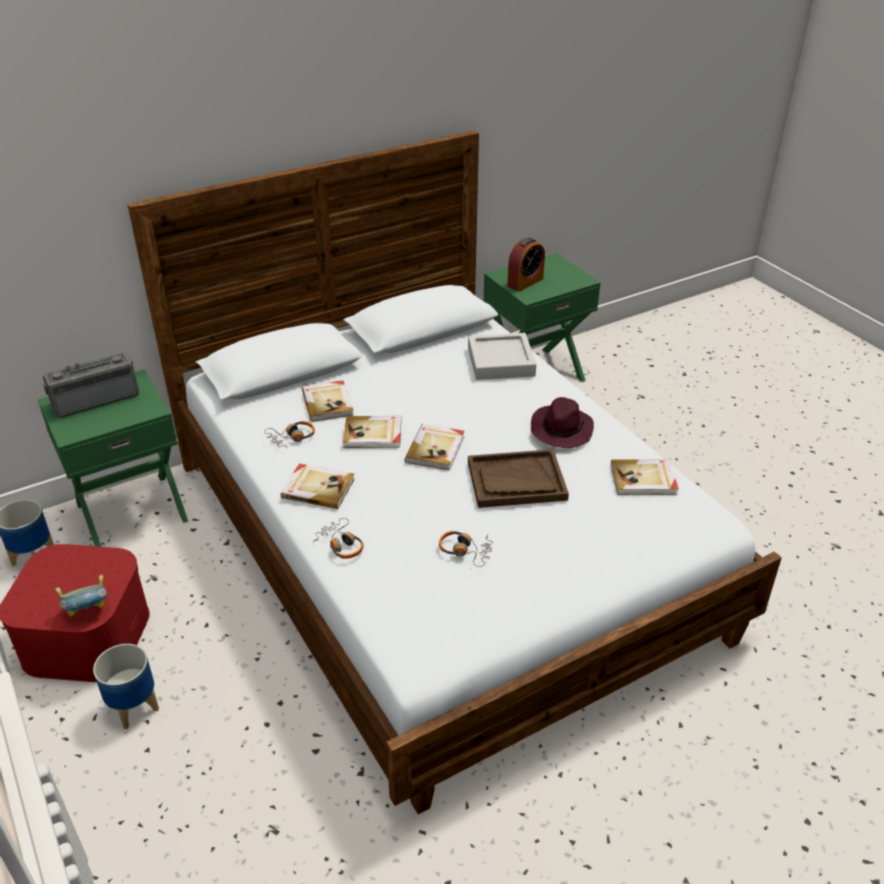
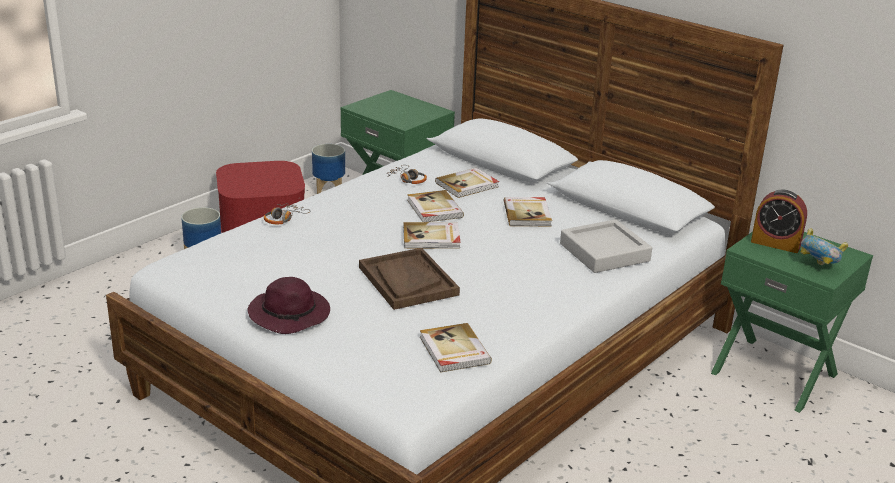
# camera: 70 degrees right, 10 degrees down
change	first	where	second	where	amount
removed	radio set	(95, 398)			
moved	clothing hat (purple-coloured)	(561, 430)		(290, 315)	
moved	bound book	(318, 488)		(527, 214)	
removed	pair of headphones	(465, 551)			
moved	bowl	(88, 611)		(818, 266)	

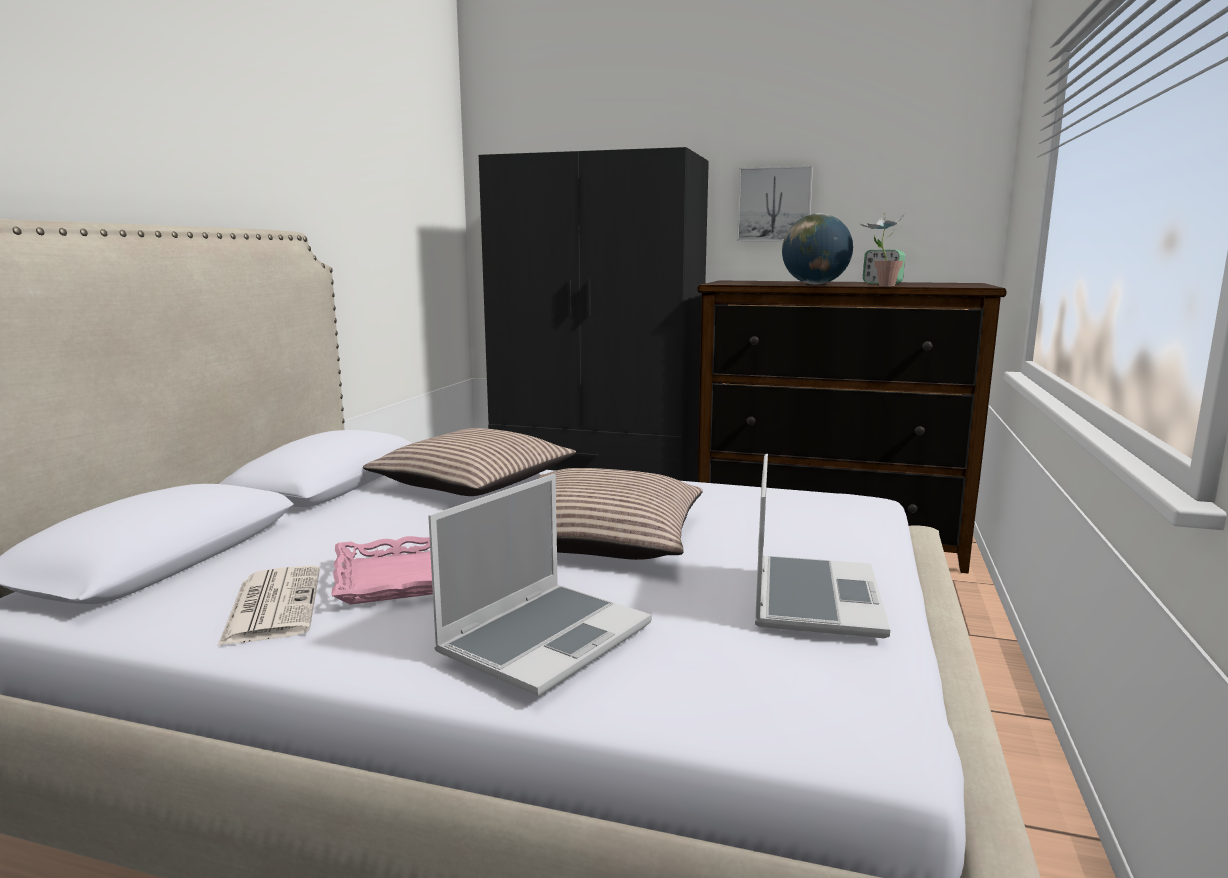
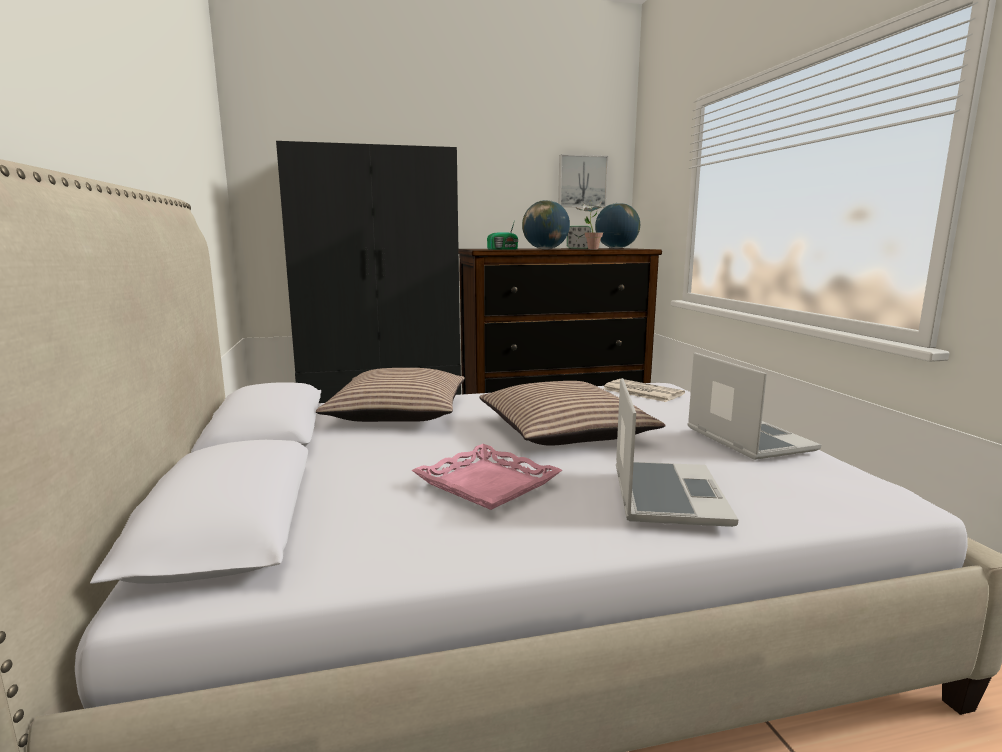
# camera: 30 degrees left, 0 degrees up
change	first	where	second	where	amount
moved	wall art	(774, 204)		(582, 181)	
moved	printed paper	(272, 605)		(641, 391)	
added			globe	(616, 248)	
added			radio set	(503, 249)	

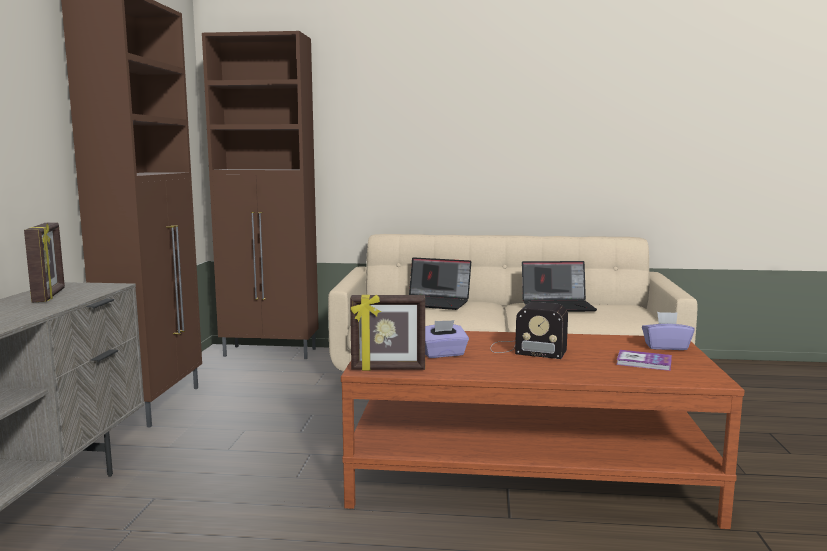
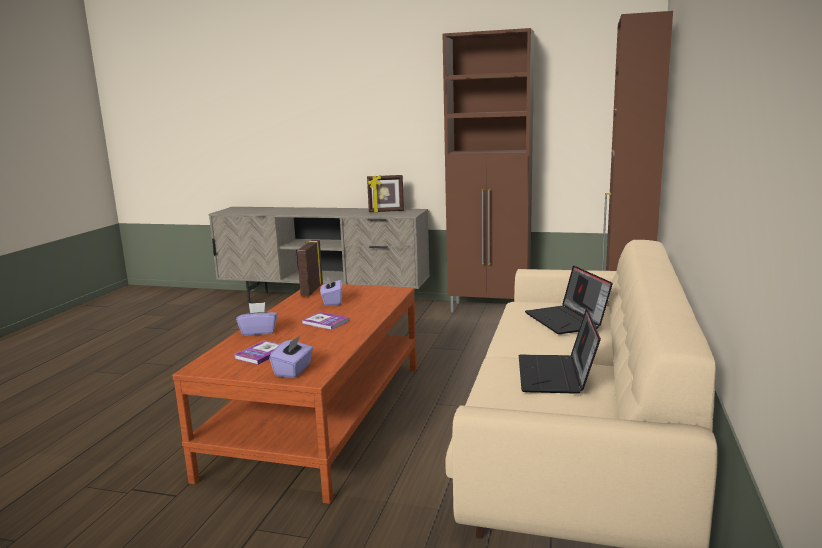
# camera: 100 degrees right, 5 degrees up
change	first	where	second	where	amount
turned	laptop	(435, 302)		(567, 320)	45 degrees counterclockwise
replaced	radio set	(524, 349)	bound book	(325, 322)	
added			tissue box (purple-coloured)	(259, 331)	

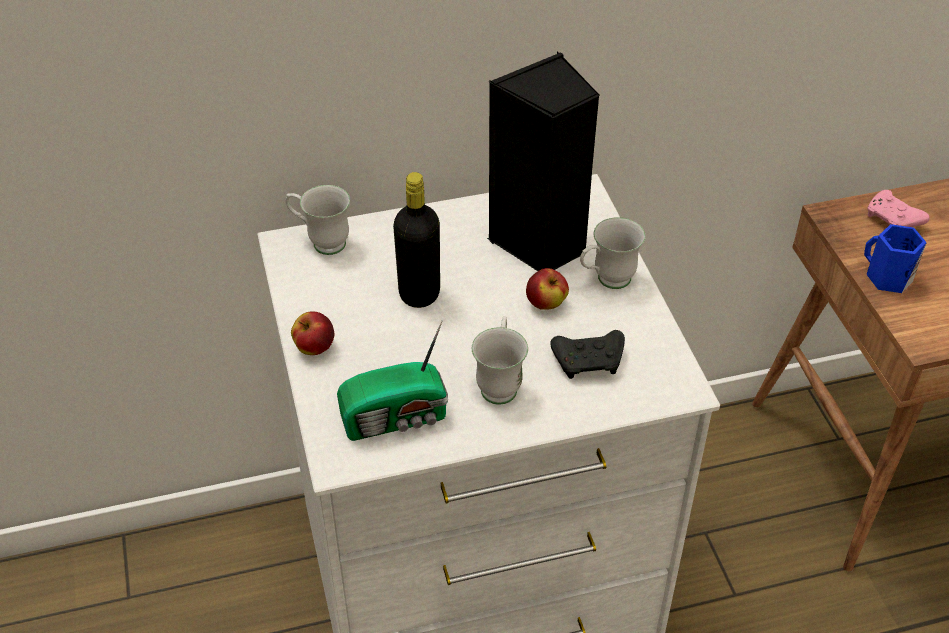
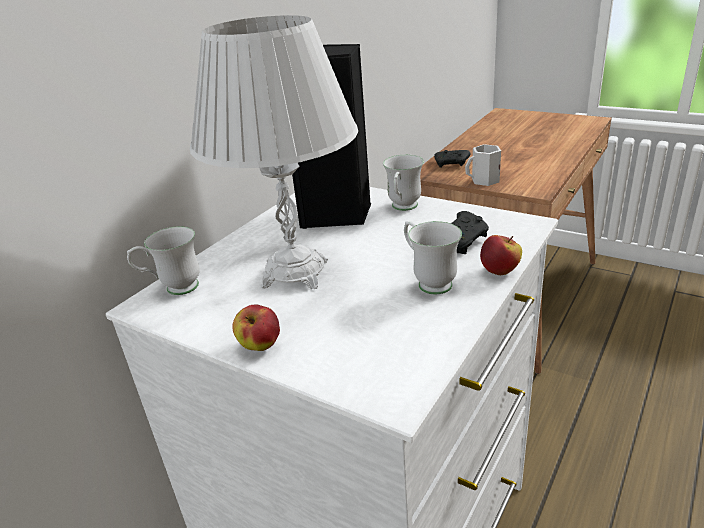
# camera: 40 degrees left, 15 degrees down
change	first	where	second	where	amount
replaced	beverage bottle (blackish)	(419, 294)	table lamp (whitish)	(295, 273)	
recoloured	game controller (pink-coloured)	(893, 220)	game controller (blackish)	(452, 164)	
recoloured	mug (blue-coloured)	(887, 277)	mug (whitish)	(484, 180)	
moved	whole apple	(546, 304)		(500, 271)	
removed	radio set	(397, 418)			

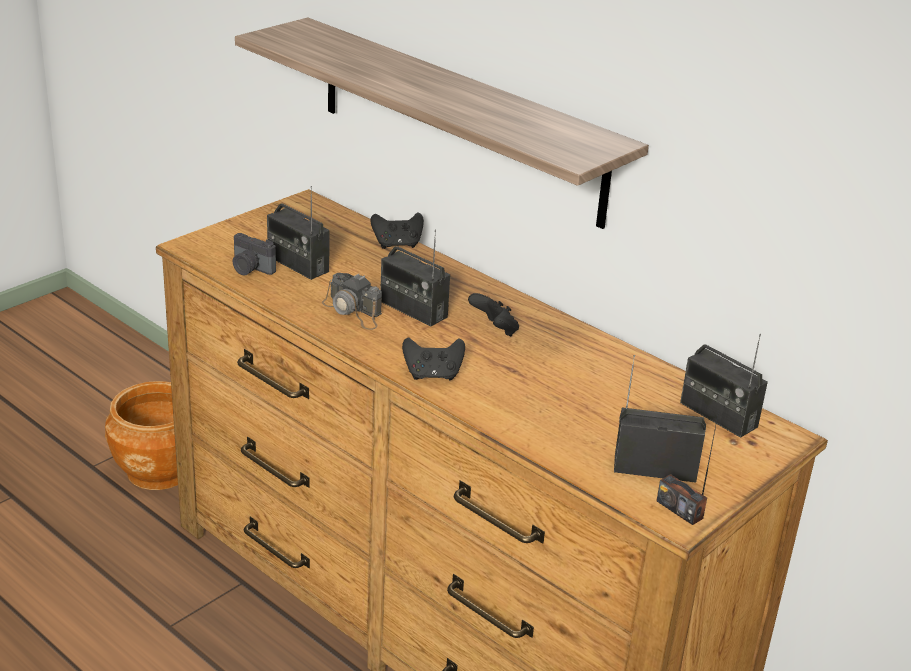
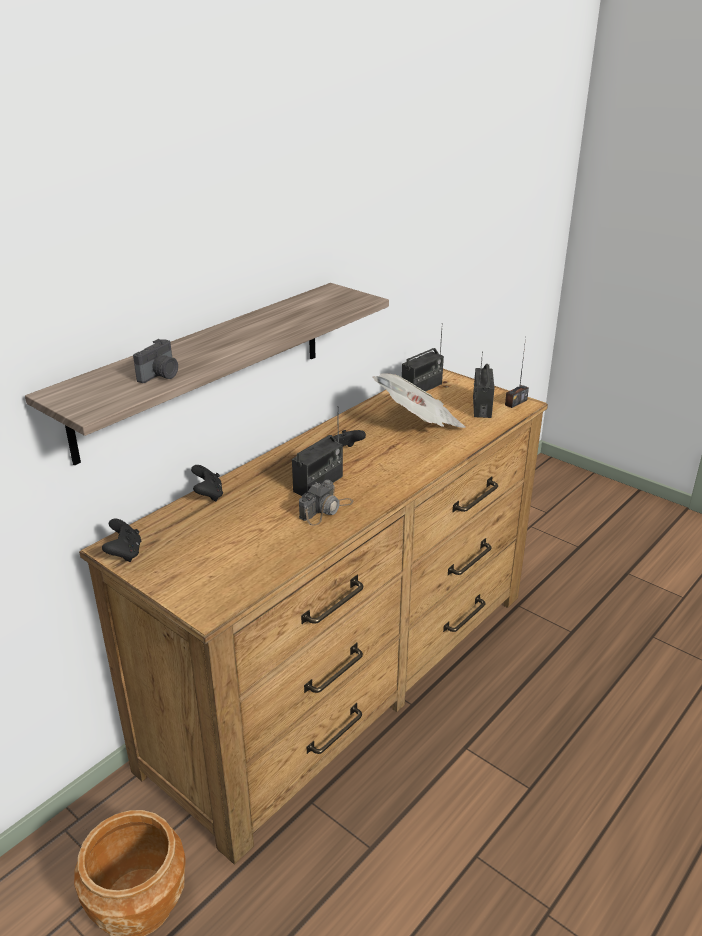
# camera: 90 degrees left, 0 degrees up
change	first	where	second	where	amount
removed	radio set	(297, 264)			
moved	photo camera	(250, 269)		(160, 375)	
moved	game controller (blackish)	(432, 375)		(125, 553)	
added			printed paper	(419, 423)	

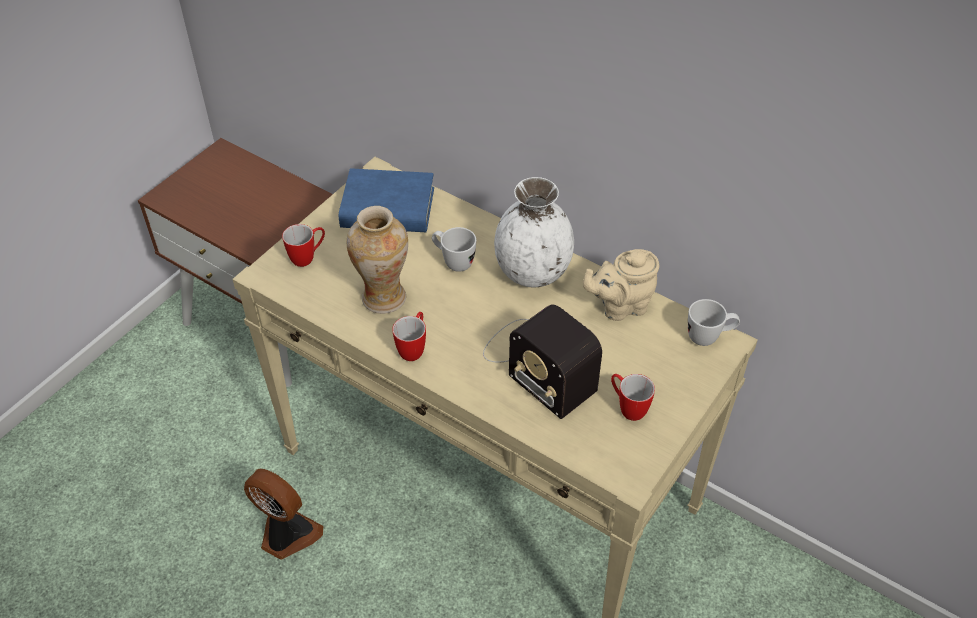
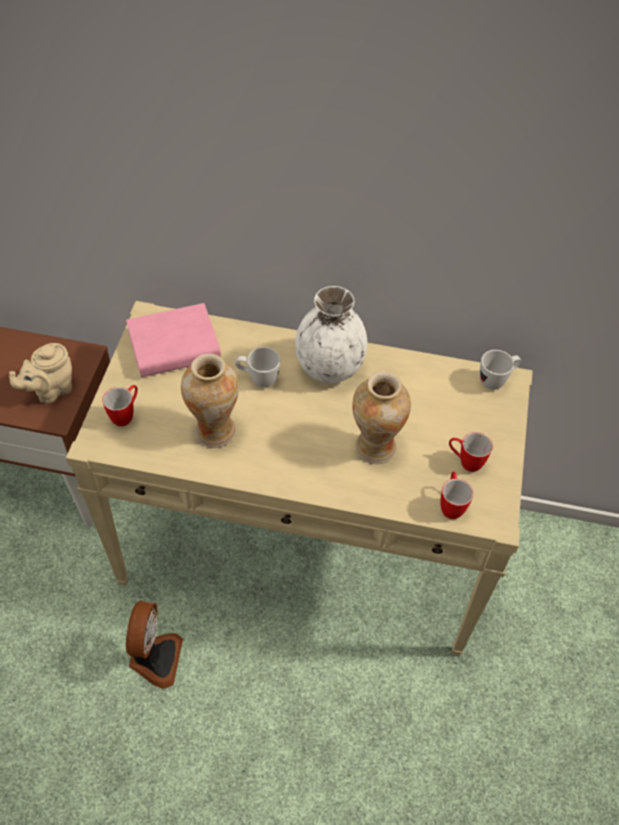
# camera: 25 degrees left, 5 degrees up
change	first	where	second	where	amount
recoloured	bound book (blue-coloured)	(388, 208)	bound book (pink-coloured)	(174, 346)	
moved	tea pot (beige-coloured)	(620, 306)		(50, 390)	
replaced	radio set	(537, 363)	flower vase	(375, 447)	
moved	mug	(414, 348)		(451, 505)	
turned	cooling fan	(286, 535)		(154, 658)	90 degrees clockwise

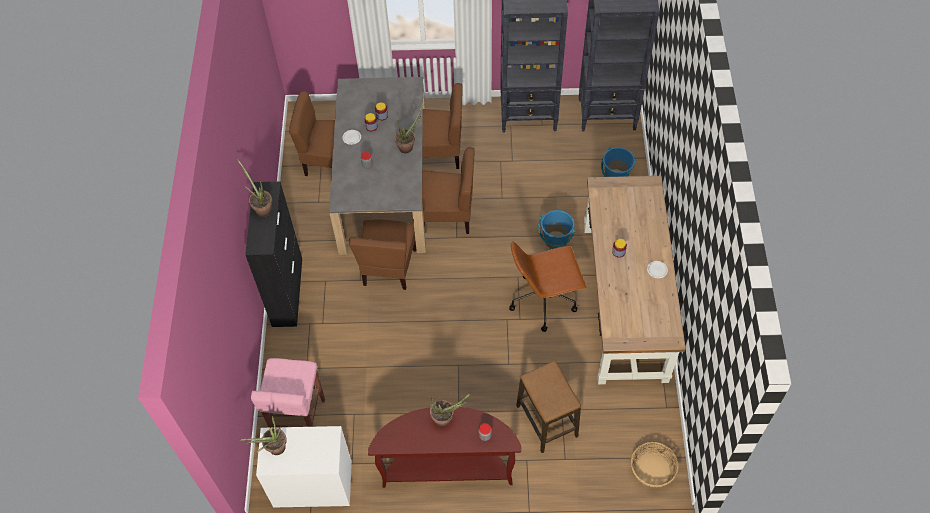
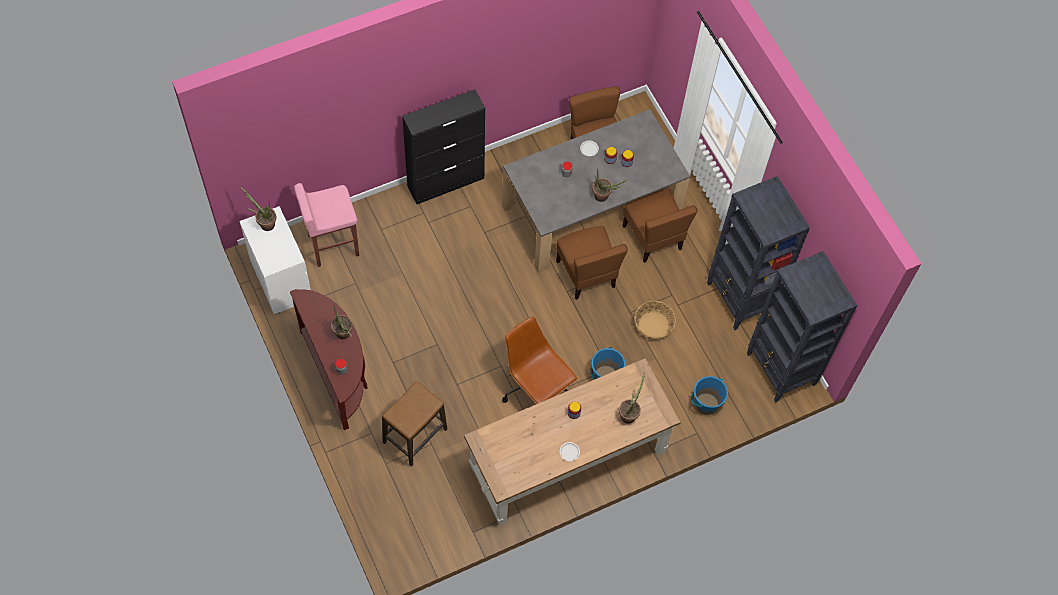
# camera: 60 degrees right, 5 degrees up
change	first	where	second	where	amount
moved	potted plant	(261, 208)		(629, 413)	
removed	chair (brownish)	(388, 267)			
moved	household basket	(652, 469)		(654, 325)	

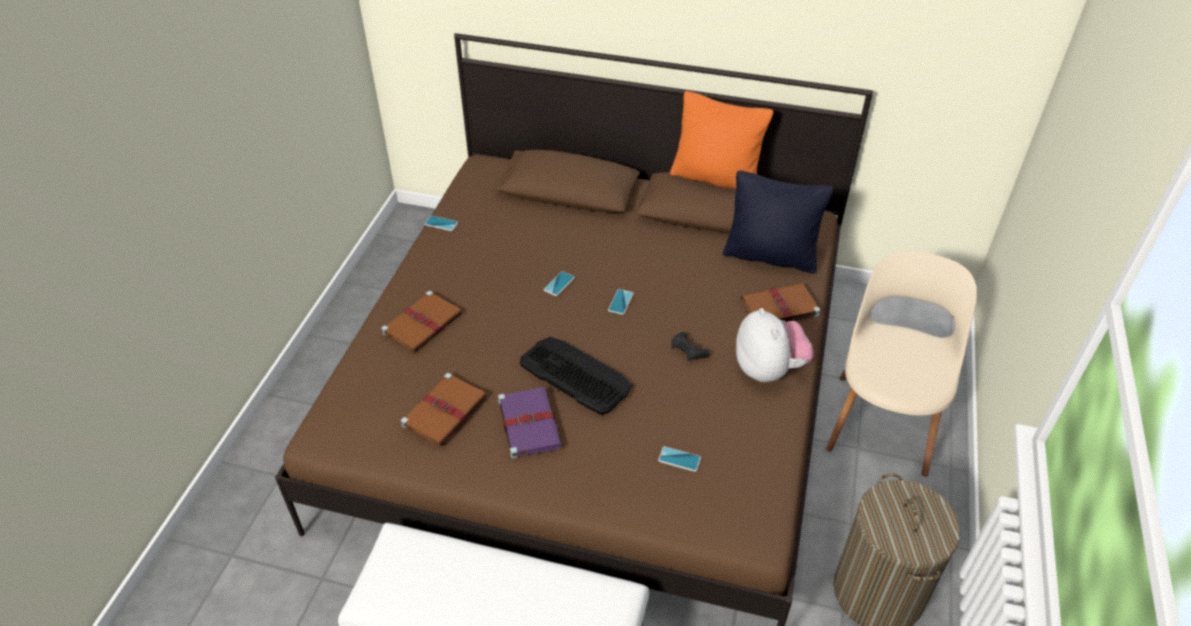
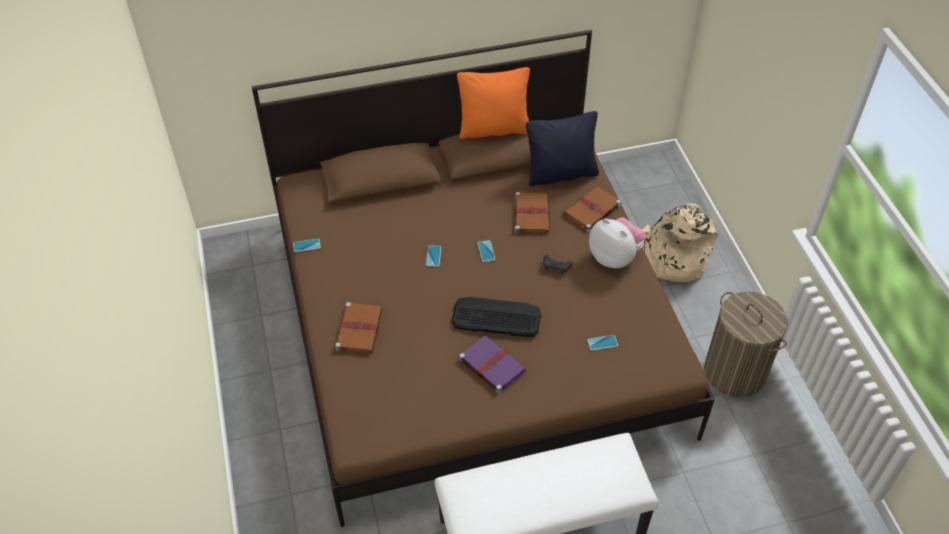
# camera: 30 degrees left, 5 degrees up
change	first	where	second	where	amount
replaced	chair (beige-coloured)	(883, 419)	backpack (beige-coloured)	(672, 257)	
moved	bound book (brownish)	(445, 410)		(531, 214)	

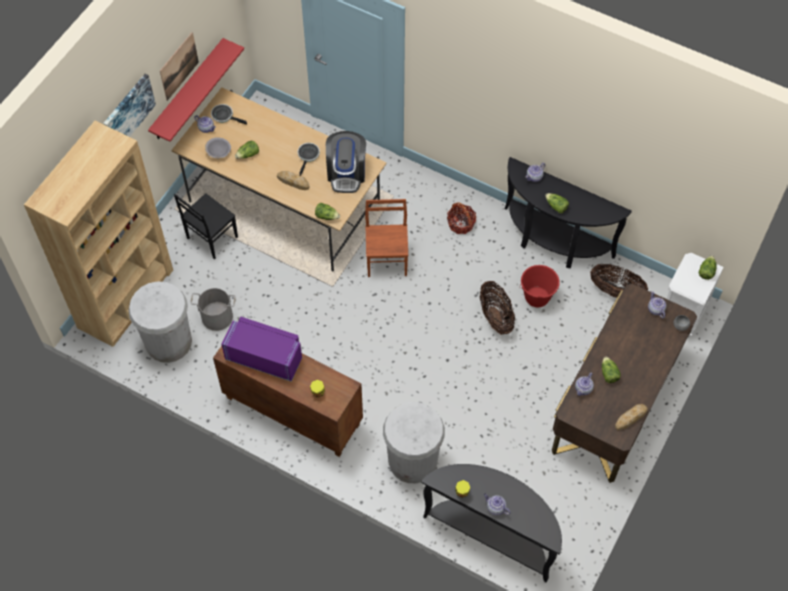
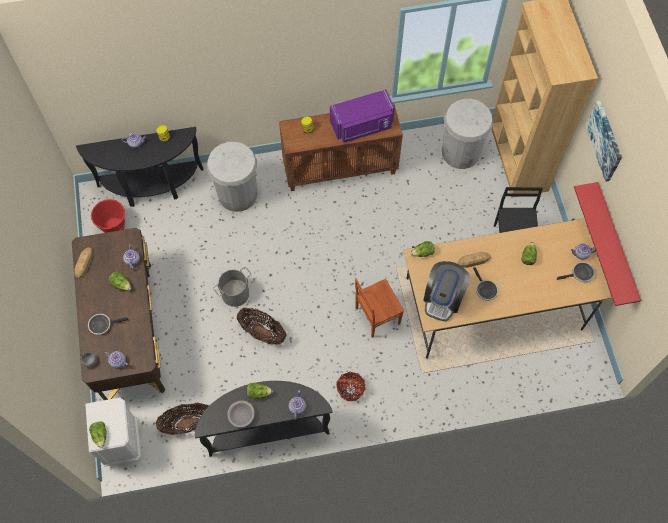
# camera: 140 degrees right, 5 degrees up
change	first	where	second	where	amount
removed	wall art	(179, 66)			
turned	coffee maker	(346, 173)		(443, 298)	120 degrees counterclockwise
moved	bowl (grey)	(218, 152)		(241, 416)	
turned	chair (brownish)	(387, 261)		(376, 316)	105 degrees clockwise
moved	pail (red)	(537, 297)		(114, 227)	
moved	pail (grey)	(217, 316)		(235, 294)	
added			pan	(102, 325)	

